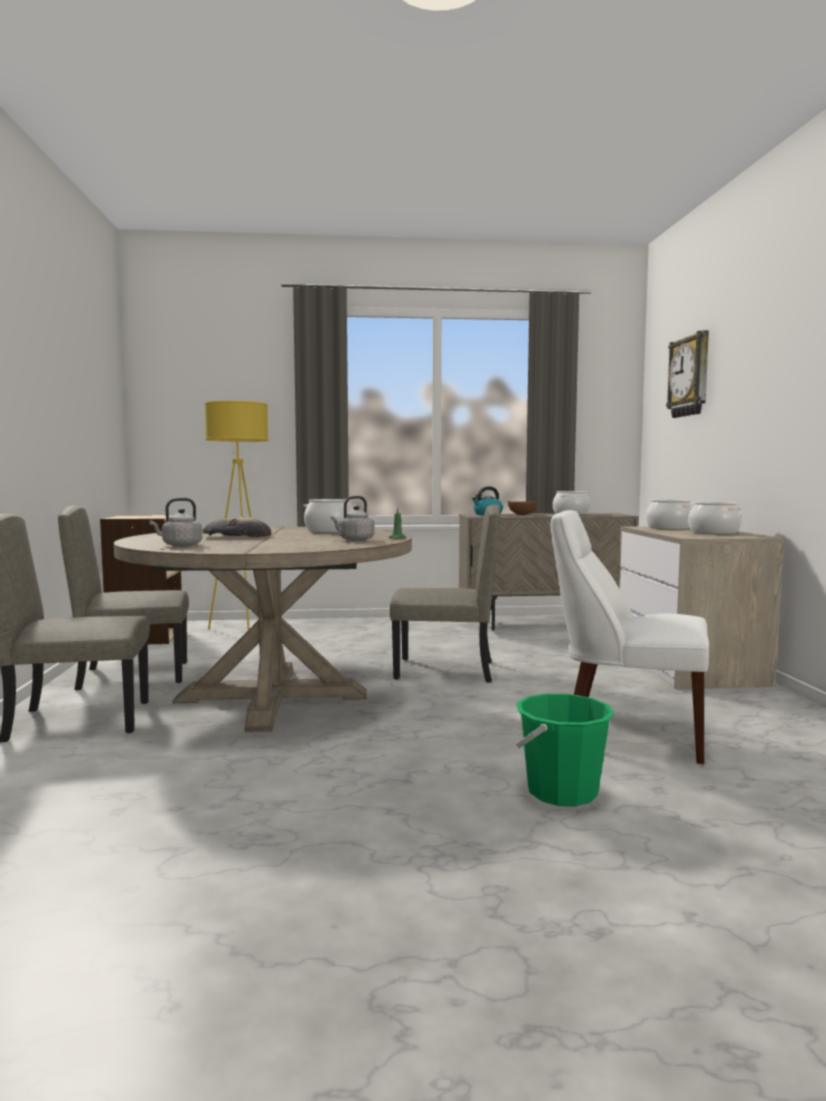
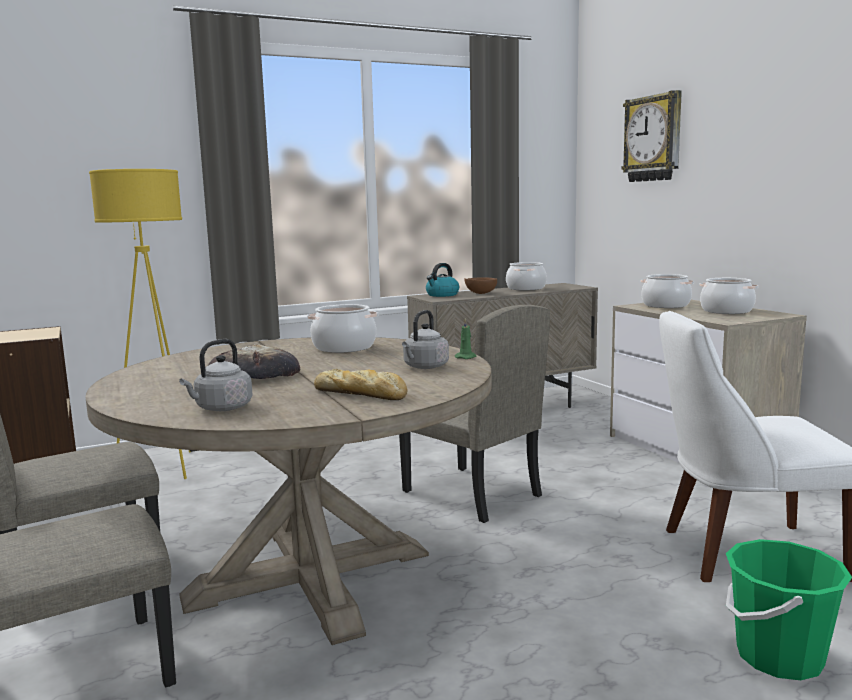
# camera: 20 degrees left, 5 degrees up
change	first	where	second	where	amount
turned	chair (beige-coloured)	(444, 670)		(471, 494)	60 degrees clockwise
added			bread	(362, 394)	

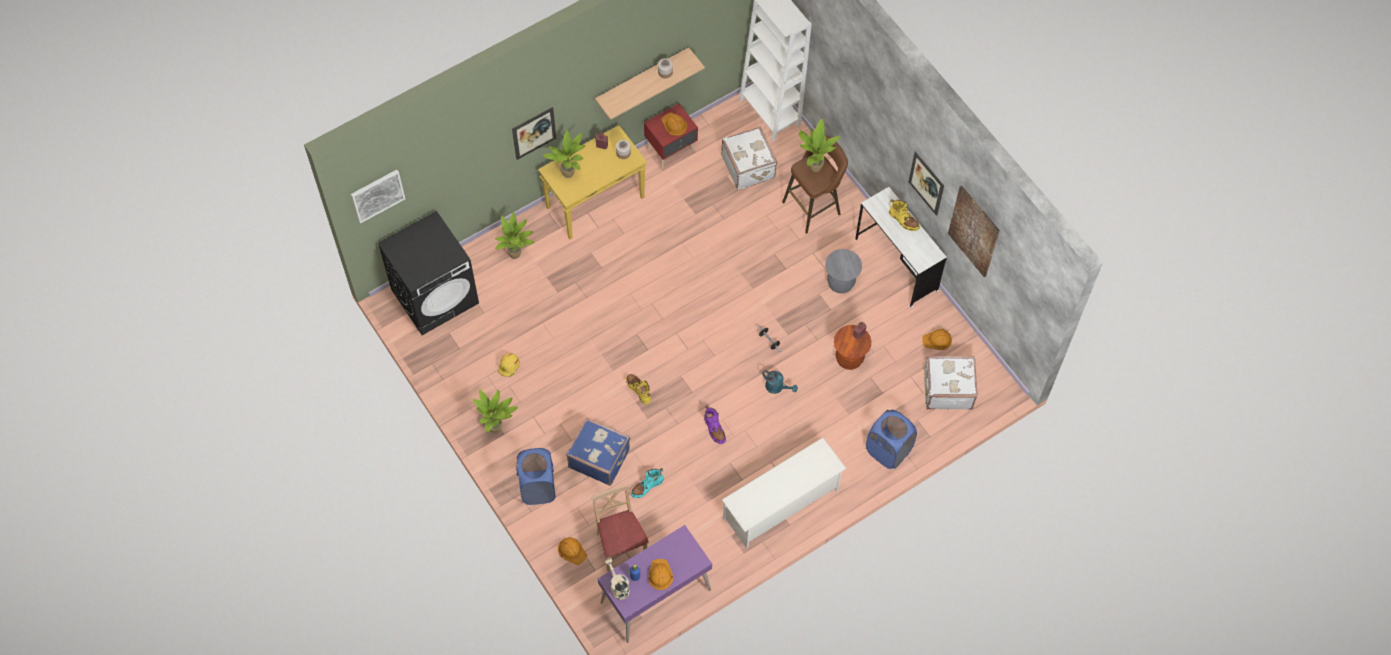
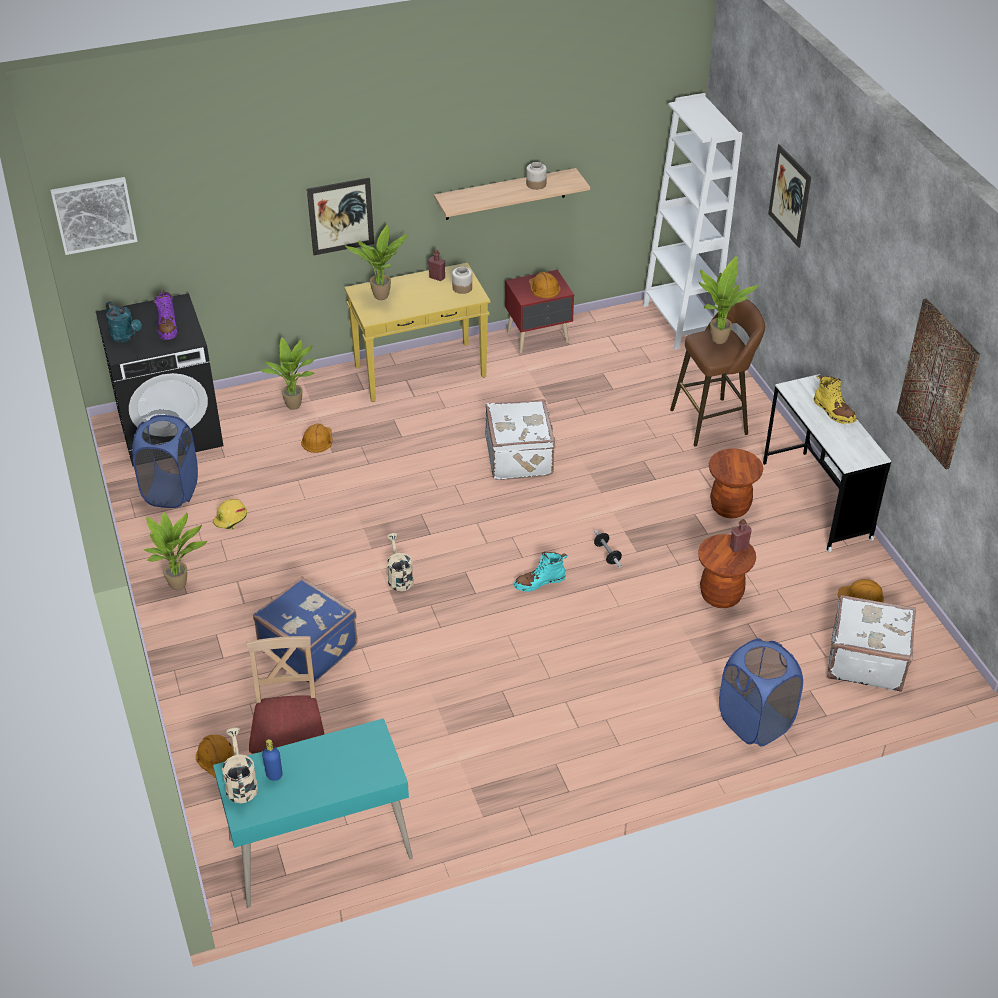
# camera: 15 degrees right, 20 degrees down
change	first	where	second	where	amount
moved	travel case (whitish)	(749, 166)		(520, 457)	
moved	wall art	(926, 183)		(789, 195)	
recoloured	stool (grey)	(840, 283)	stool (brownish)	(730, 507)	
moved	watering pot (turquoise)	(777, 387)		(126, 337)	
replaced	high-top boot (yellowish)	(638, 390)	watering pot (beige-coloured)	(399, 577)	
moved	high-top boot (purple-coloured)	(714, 429)		(167, 327)	
removed	shoe rack (whitish)	(781, 504)			
moved	washing basket (blue-coloured)	(538, 487)		(171, 491)	
moved	high-top boot (turquoise)	(647, 486)		(539, 582)	
recoloured	desk table (purple-coloured)	(656, 597)	desk table (turquoise)	(320, 849)	
moved	hard hat (orange-coloured)	(660, 574)		(317, 439)	

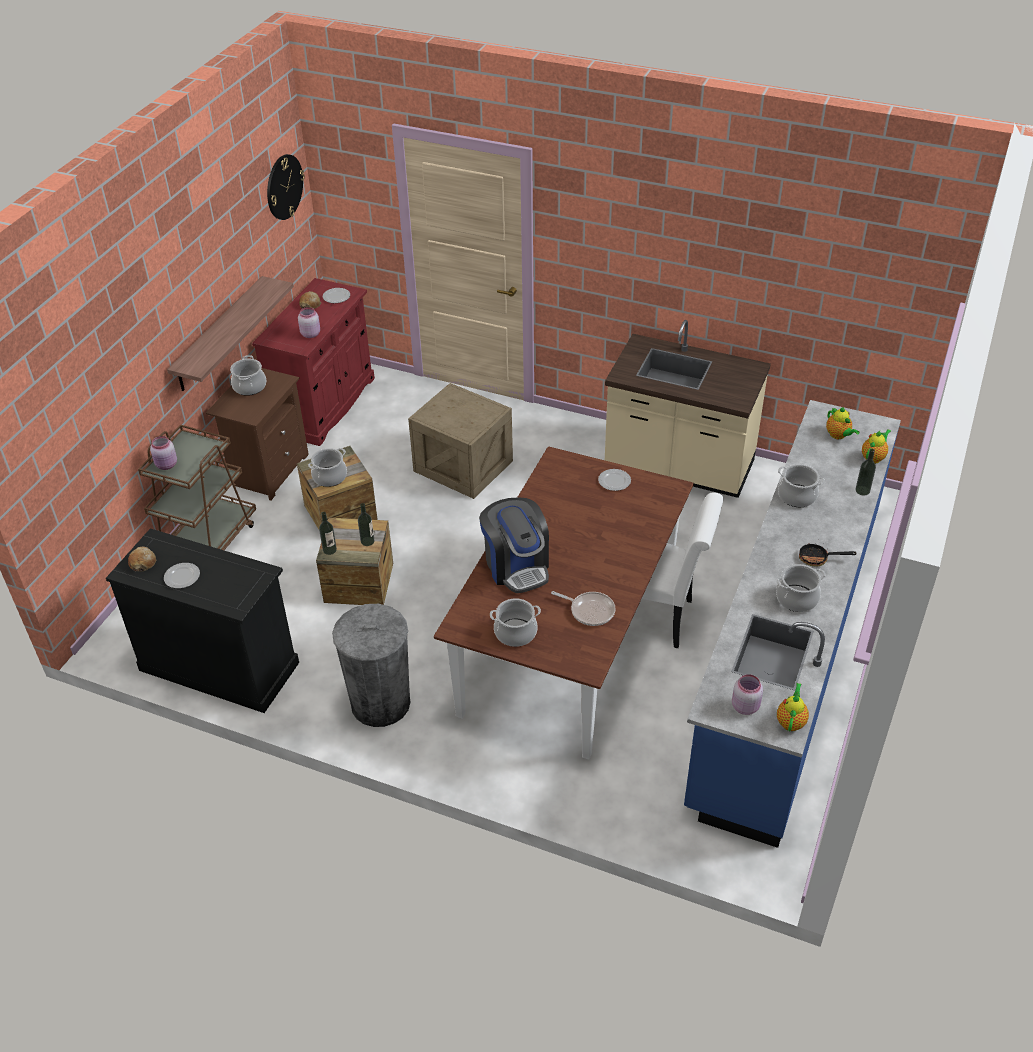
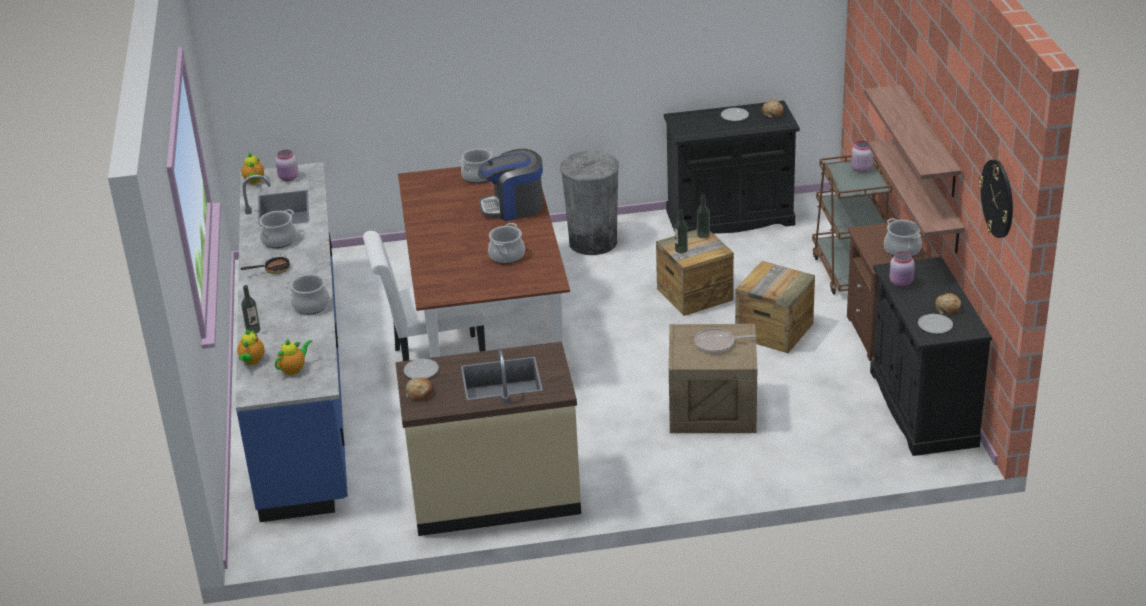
# camera: 150 degrees right, 10 degrees down
change	first	where	second	where	amount
recoloured	storage cabinet (red)	(324, 405)	storage cabinet (blackish)	(922, 408)	
turned	tea pot	(838, 435)		(294, 369)	105 degrees clockwise
moved	cooking pot	(329, 477)		(507, 256)	
moved	flat dish	(614, 481)		(421, 371)	
turned	coffee maker	(516, 566)		(513, 207)	45 degrees counterclockwise
moved	pan	(590, 610)		(717, 344)	
added			bracket shelf	(929, 142)	
added			bread	(419, 393)	

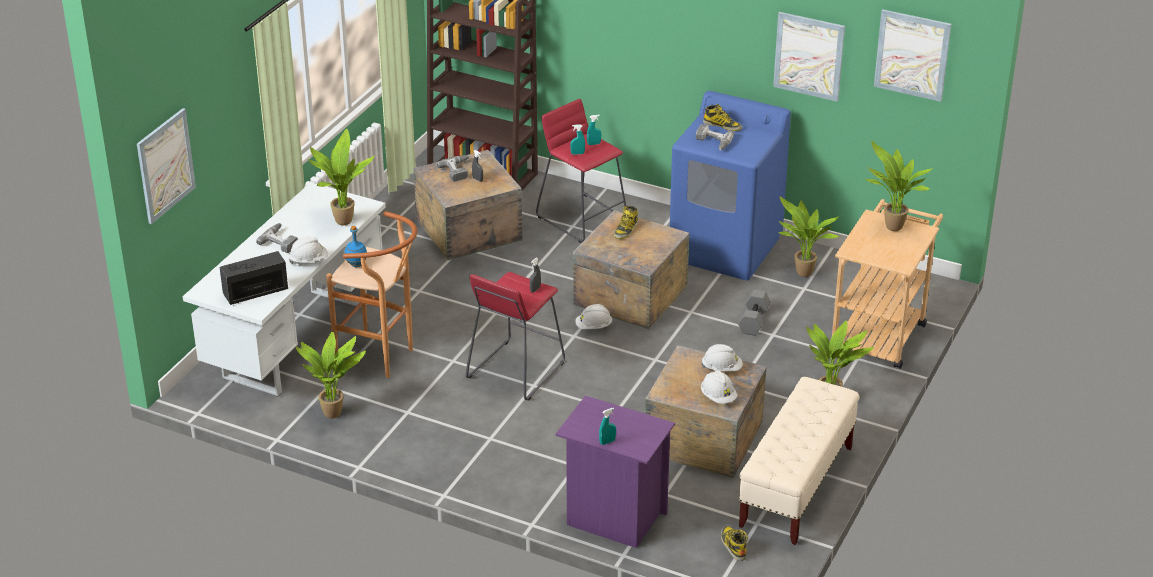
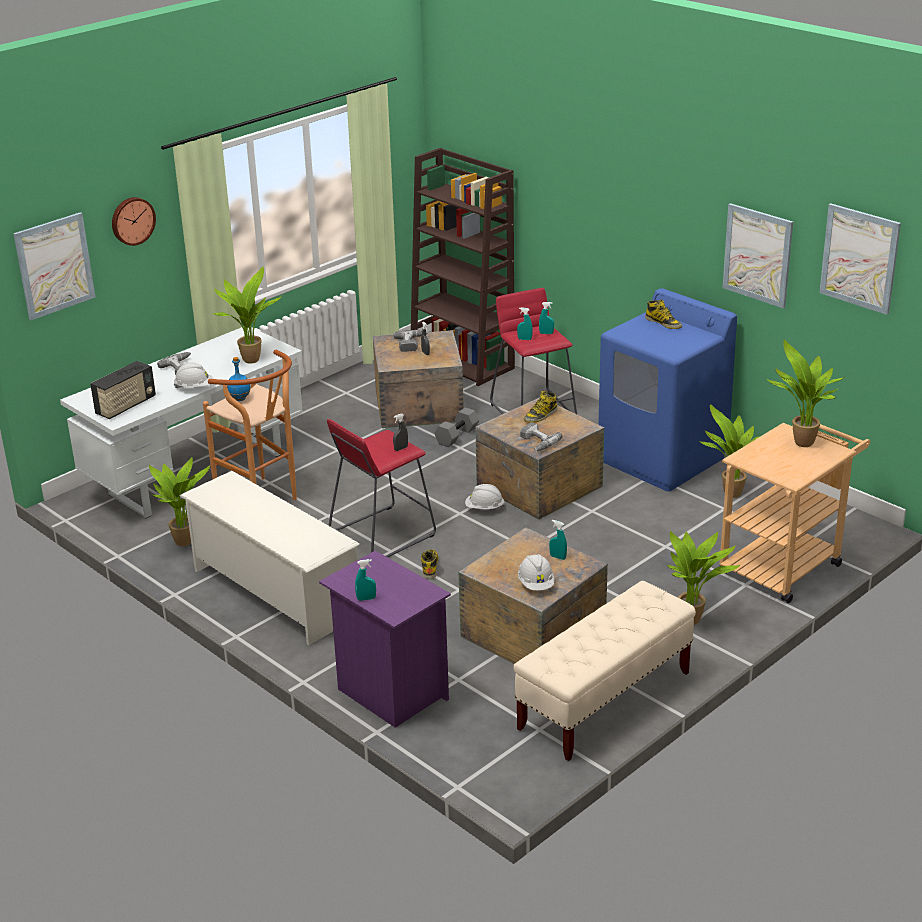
# camera: 20 degrees right, 5 degrees down
change	first	where	second	where	amount
moved	drill	(712, 142)		(536, 442)	
turned	radio set	(256, 292)		(126, 406)	135 degrees clockwise
moved	hand weight (grey)	(754, 321)		(457, 436)	
replaced	hard hat (whitish)	(722, 368)	spray bottle (turquoise)	(558, 557)	
moved	high-top boot	(733, 545)		(430, 566)	
added			wall clock	(132, 220)	
added			shoe rack (whitish)	(274, 593)	

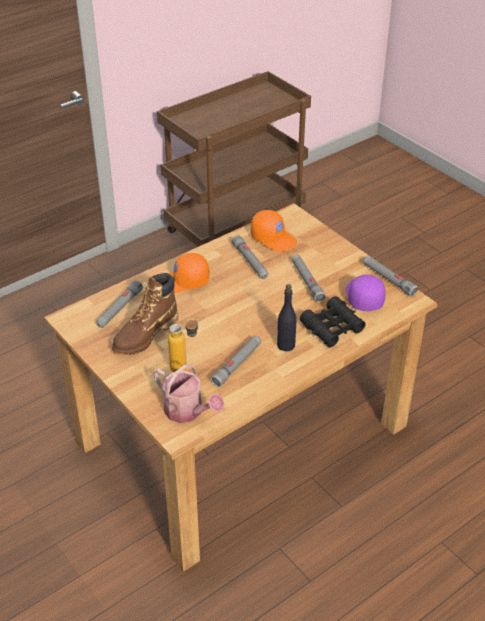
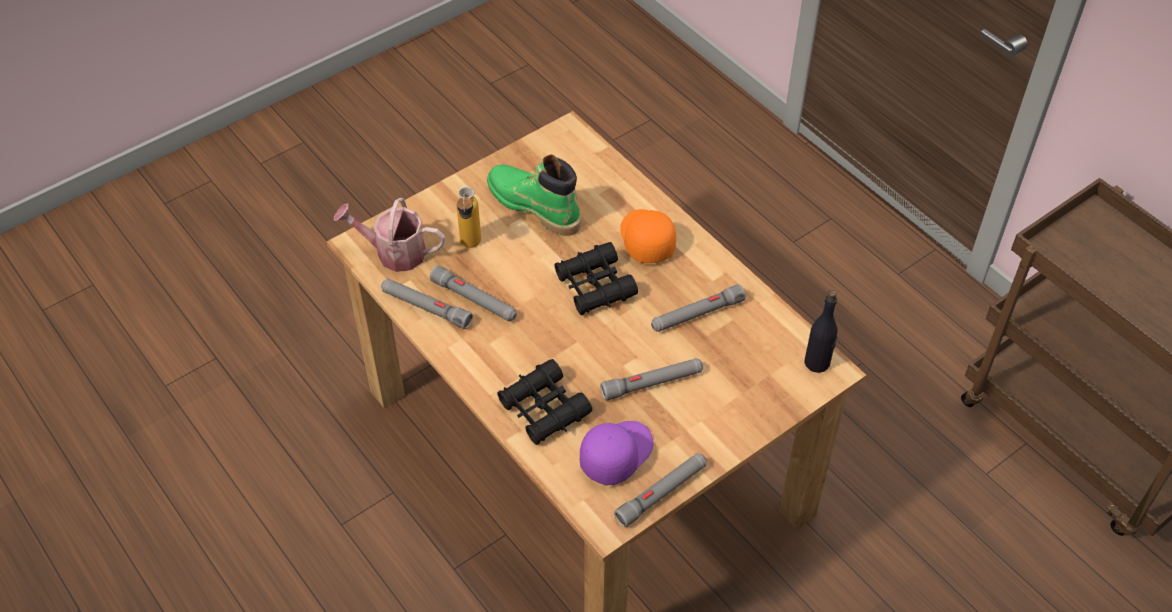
# camera: 90 degrees right, 10 degrees up
change	first	where	second	where	amount
removed	cap (orange-coloured)	(274, 238)			
recoloured	high-top boot (brownish)	(145, 335)	high-top boot (greenish)	(534, 206)	
turned	cap (purple-coloured)	(363, 297)		(615, 454)	45 degrees counterclockwise
moved	hand torch (grey)	(119, 309)		(426, 308)	
moved	beverage bottle (blackish)	(286, 345)		(817, 362)	
turned	watering pot	(187, 412)		(394, 252)	60 degrees clockwise
added			pair of binoculars (blackish)	(595, 286)	

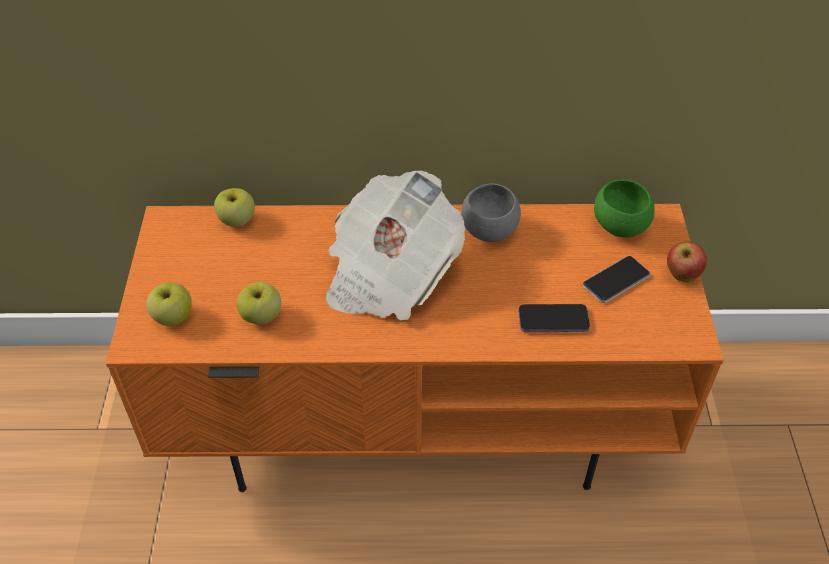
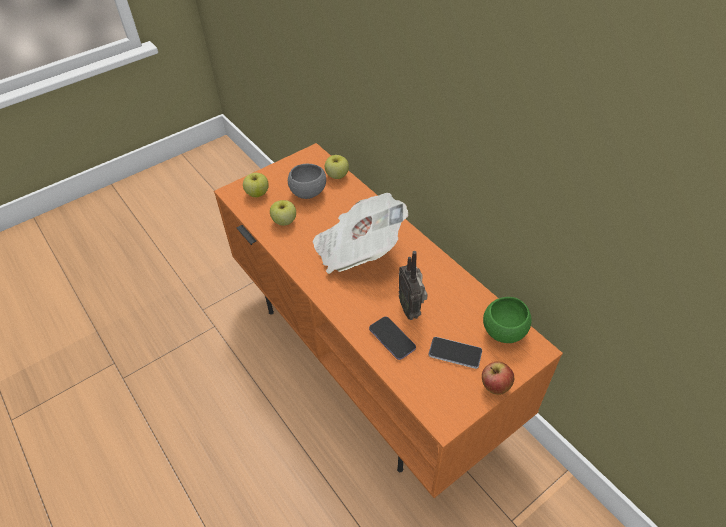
# camera: 55 degrees right, 0 degrees up
change	first	where	second	where	amount
moved	bowl (grey)	(489, 231)		(308, 193)	
added			radio set	(411, 309)	

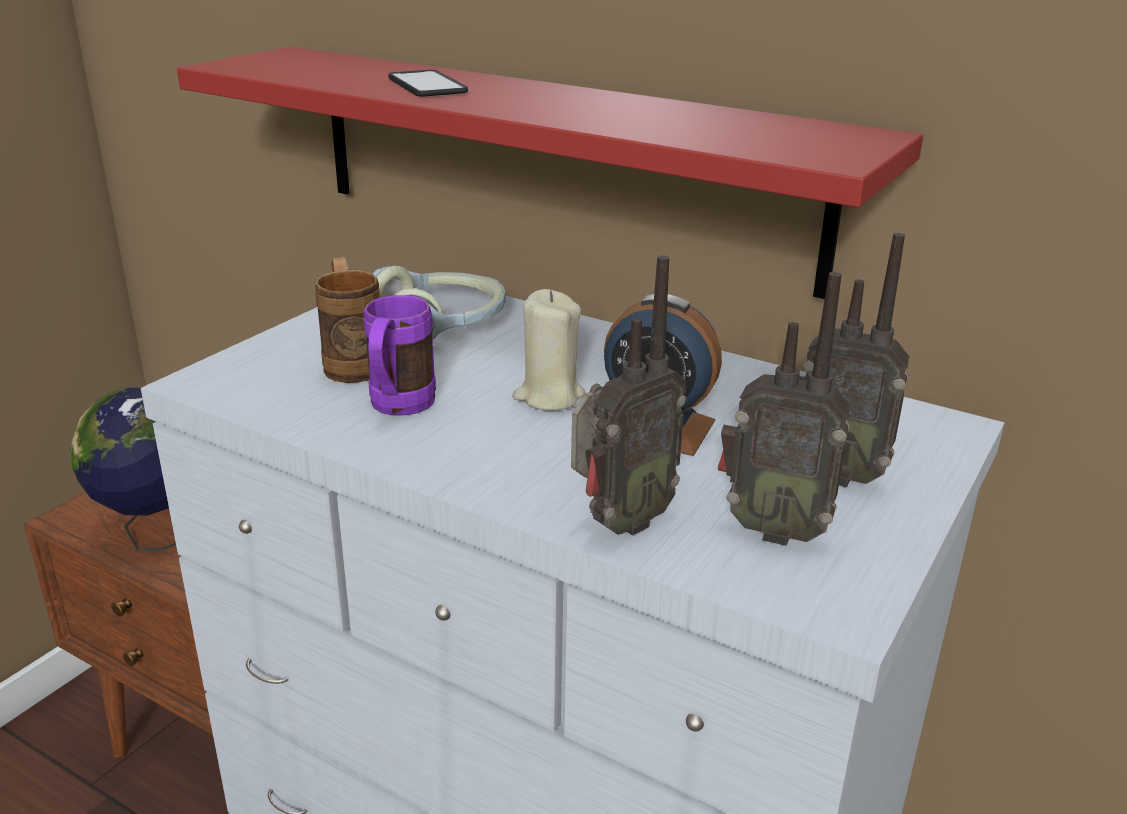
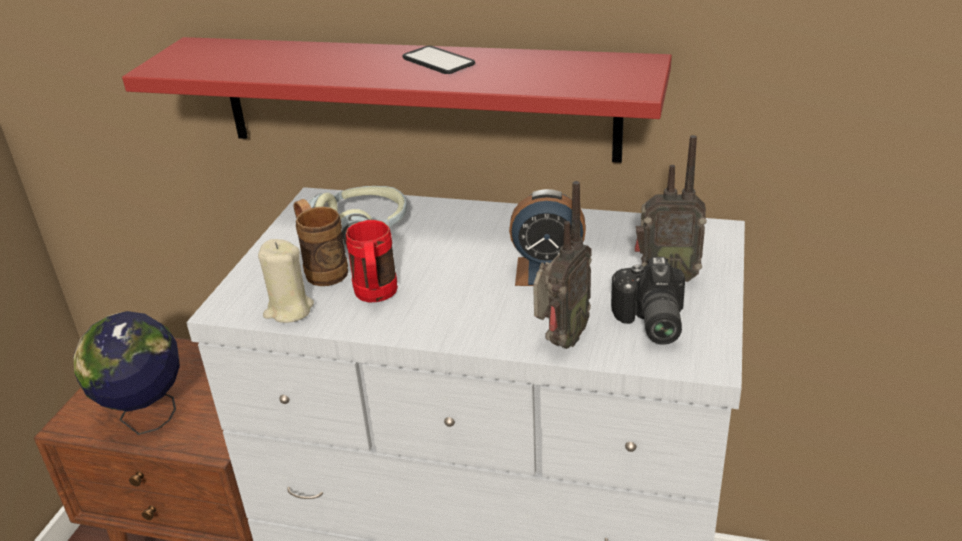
# camera: 15 degrees left, 5 degrees up
change	first	where	second	where	amount
moved	handset	(427, 86)		(438, 61)	
replaced	radio set	(772, 529)	photo camera	(648, 322)	
moved	wax candle (beige-coloured)	(548, 396)		(288, 310)	
recoloured	mug (purple-coloured)	(397, 408)	mug (red)	(376, 297)	

